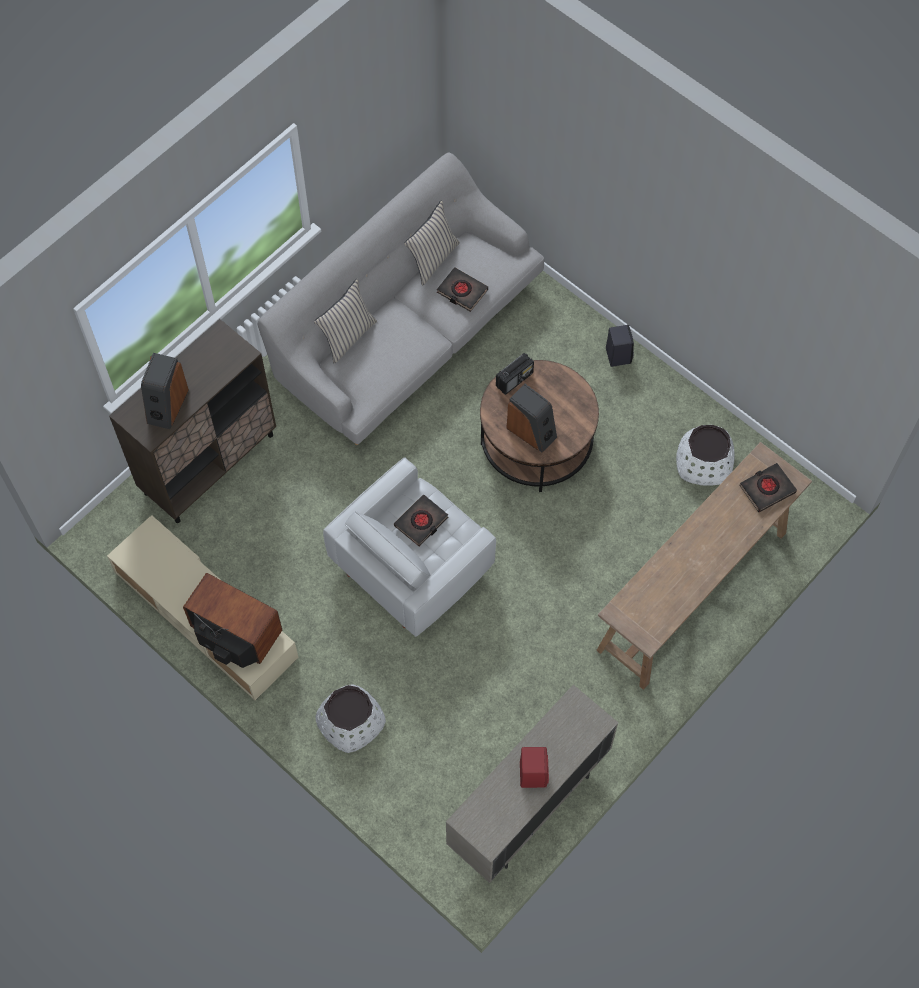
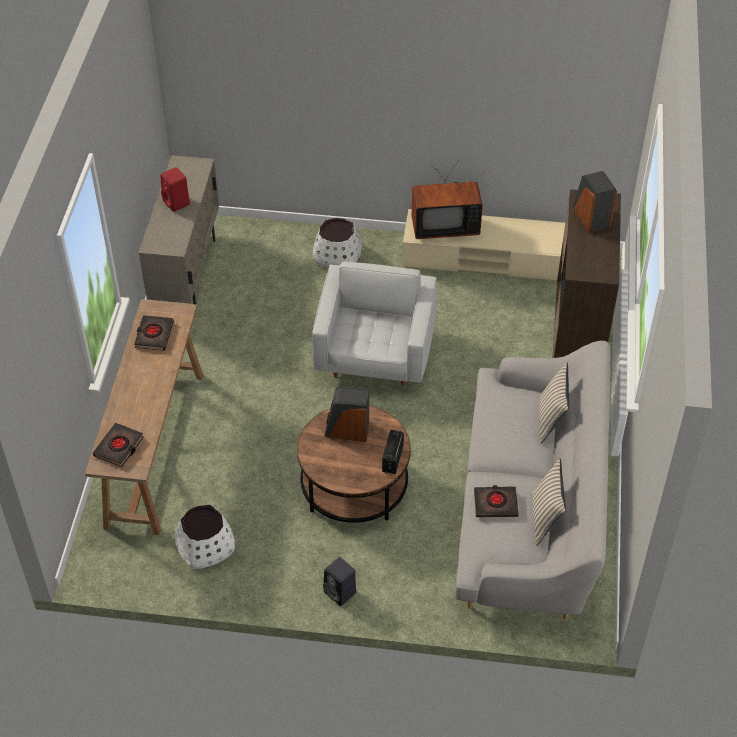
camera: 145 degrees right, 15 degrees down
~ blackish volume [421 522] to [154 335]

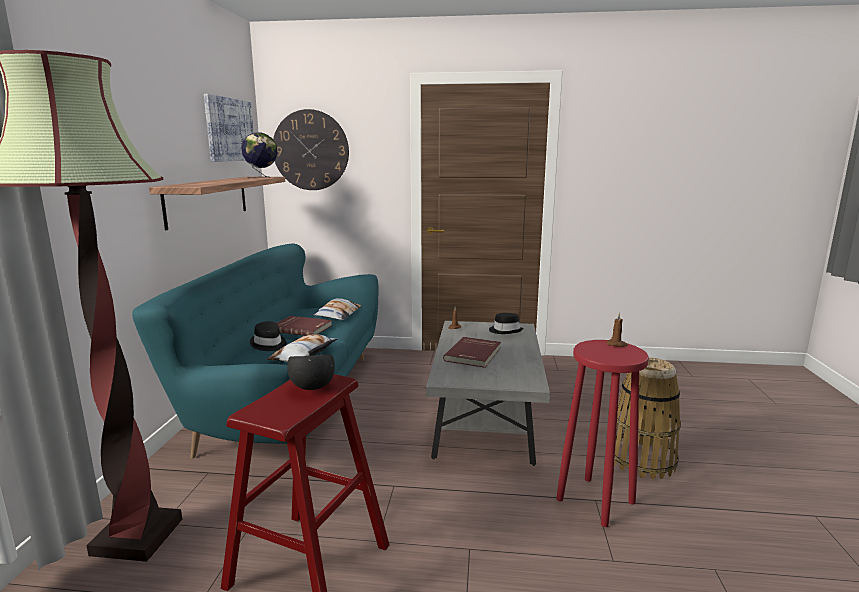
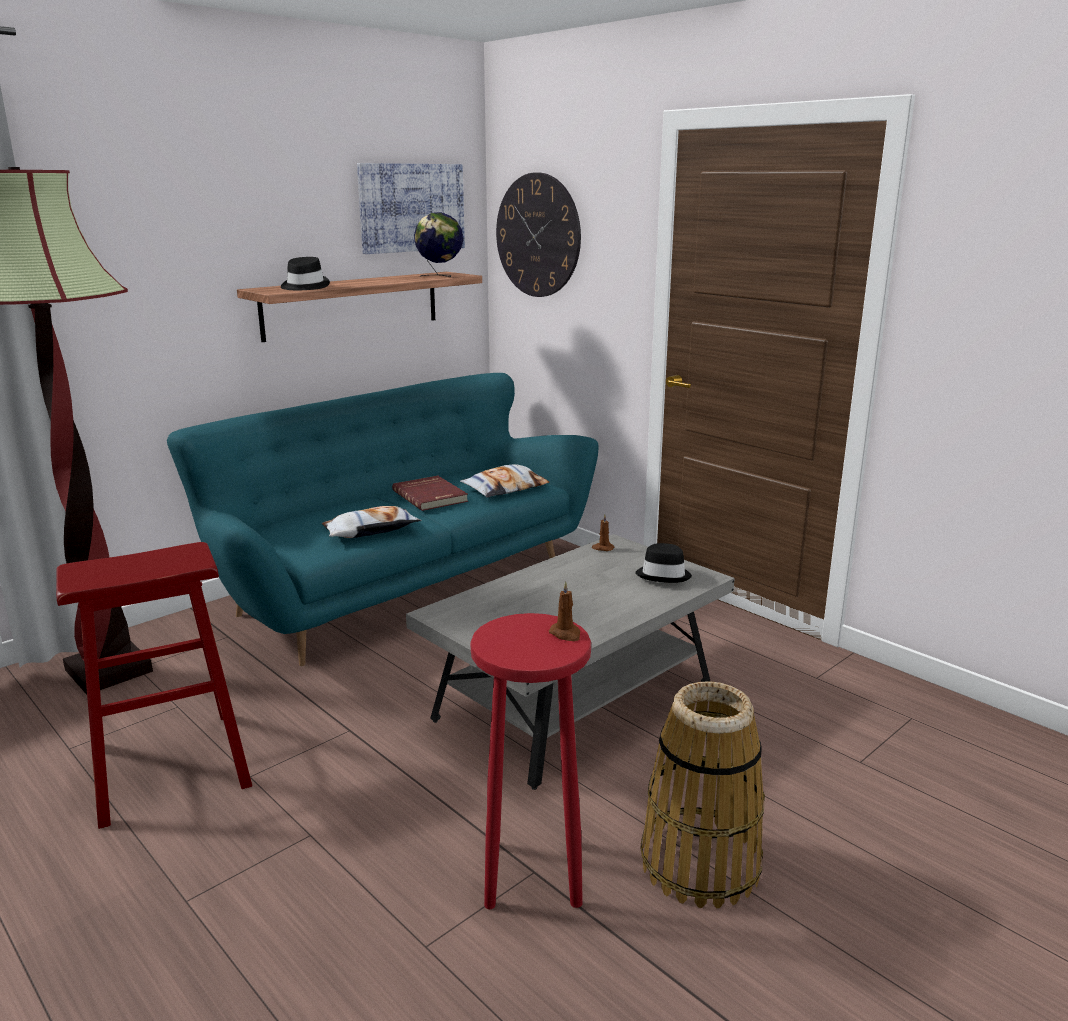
camera: 40 degrees right, 5 degrees up
- blackish deep dish [312 388]
- red-coloured volume [474 354]
~ blackish hat [268 344] to [304 287]

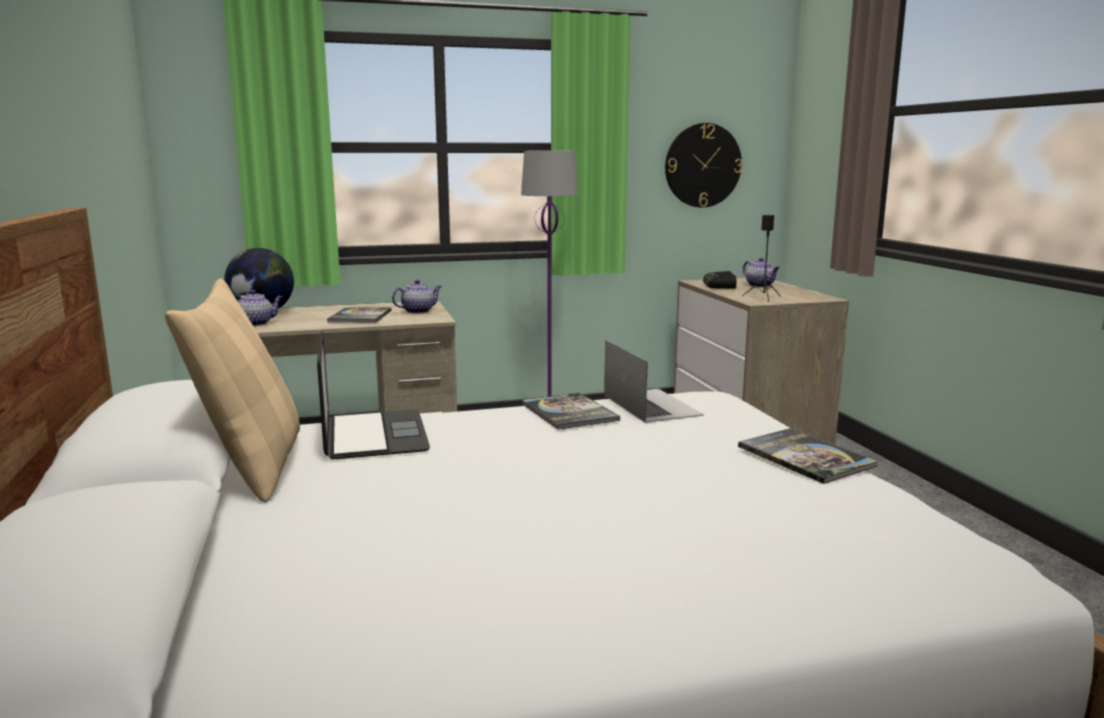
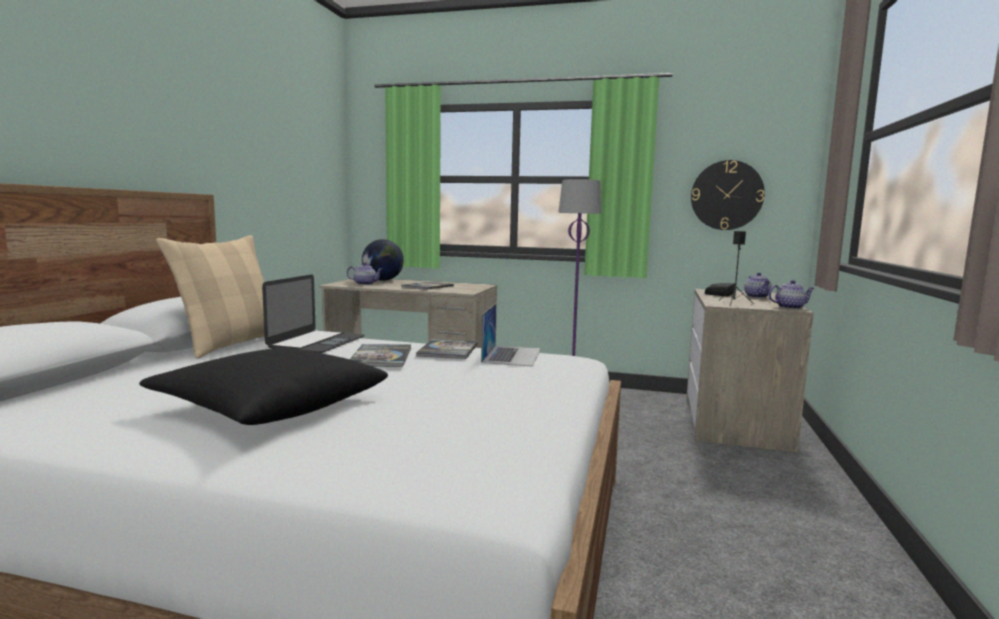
camera: 30 degrees right, 5 degrees down
+ blackish pillow [270 404]
~ tea pot [418 311] to [790 307]
~ volume [805 457] to [381 357]

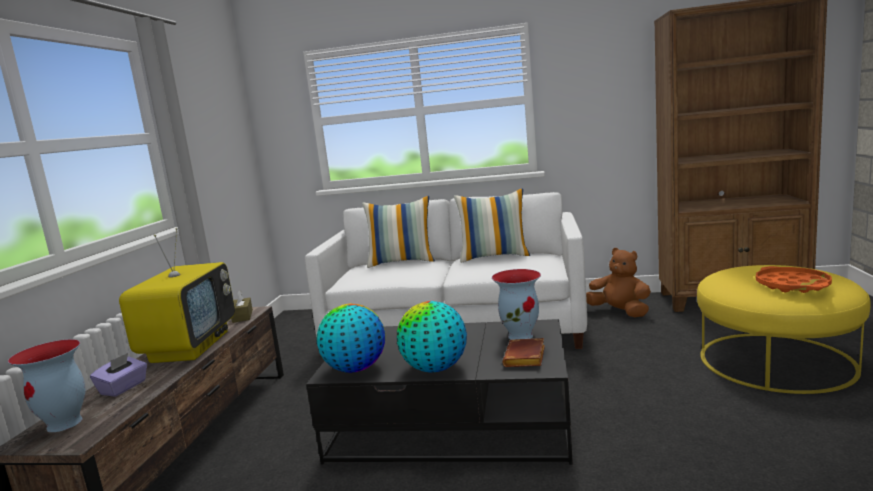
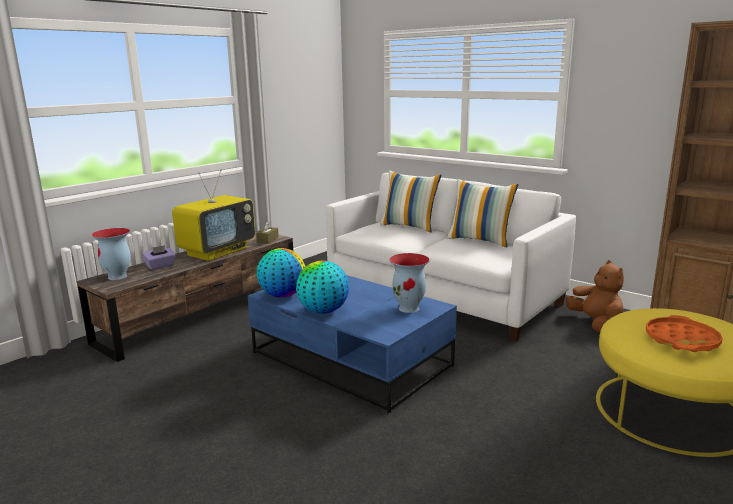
camera: 30 degrees right, 5 degrees up
- brown-coloured volume [526 358]
~ blackish lounge table [453 424] to blue-coloured lounge table [352 359]

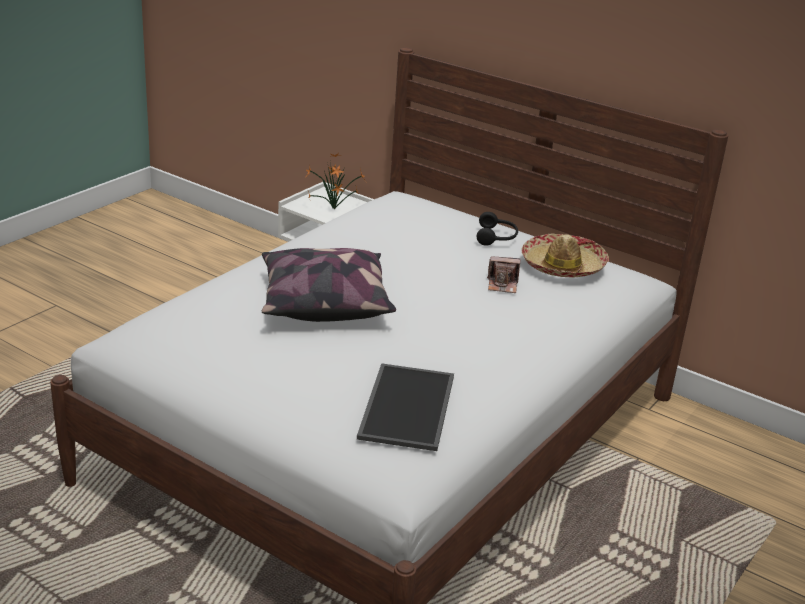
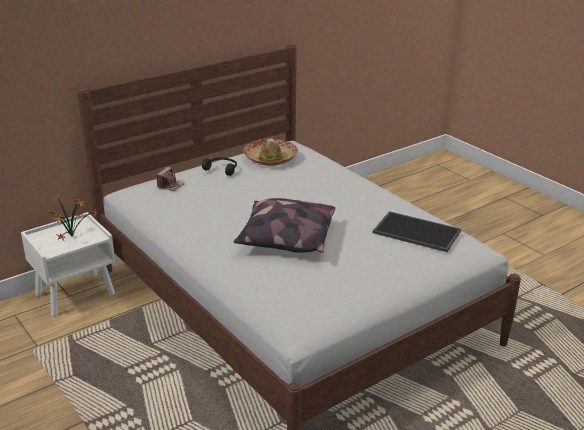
camera: 70 degrees left, 0 degrees up
~ still camera [502 285] to [170 186]

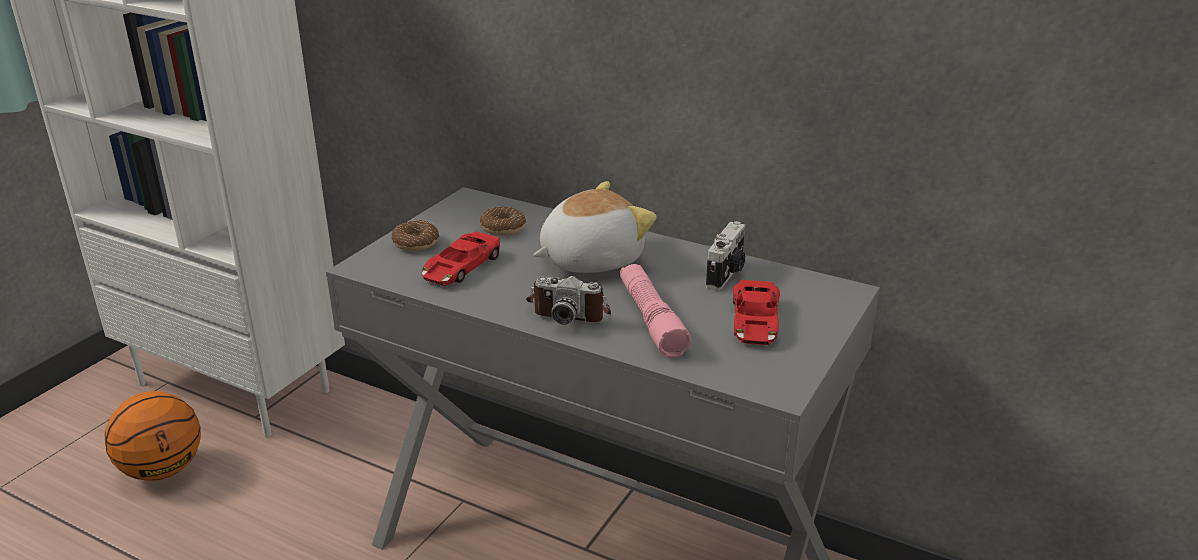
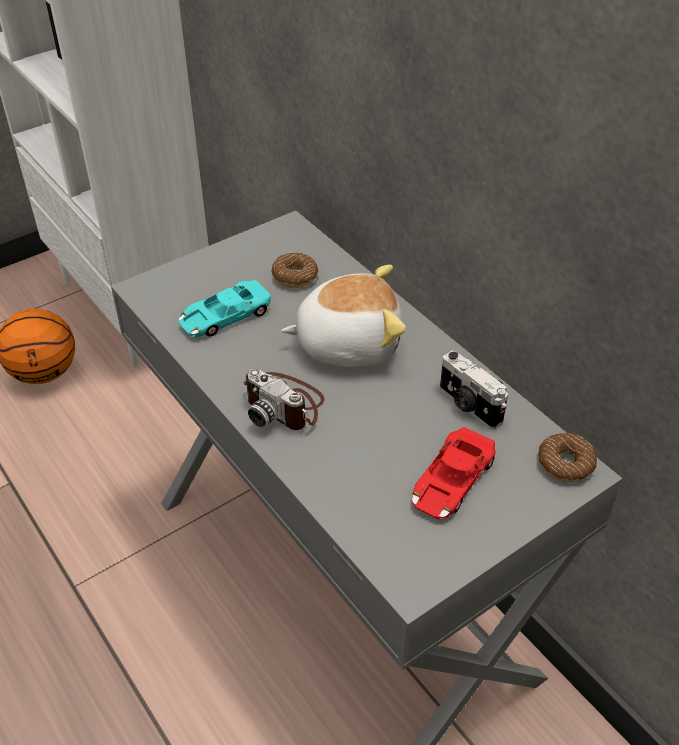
camera: 25 degrees right, 15 degrees up
- pink flashlight [651 319]
~ doughnut [415 243] to [565 463]
~ red-coloured miniature car [461 267] to blue-green miniature car [224 316]
~ still camera [726 274] = [468 406] 90 degrees clockwise

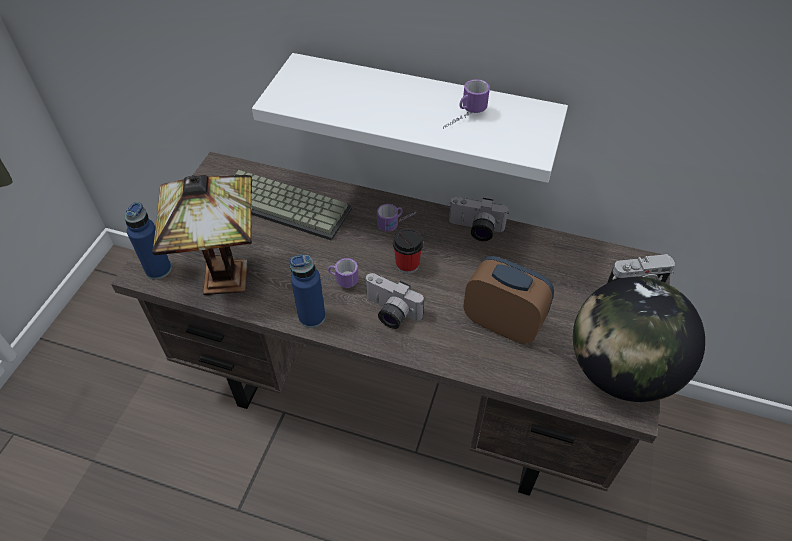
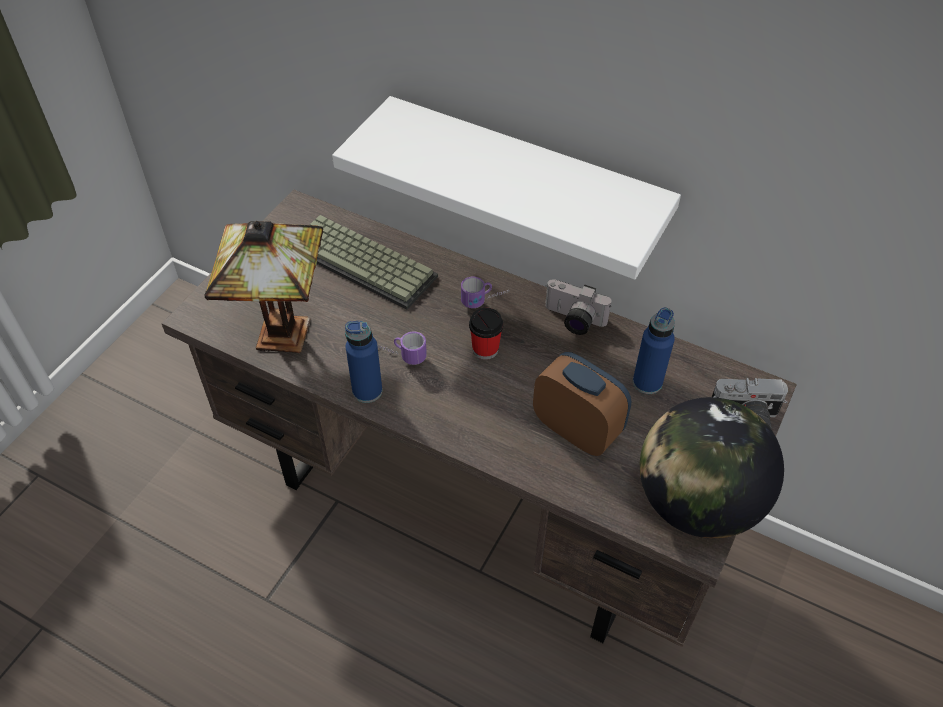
camera: 10 degrees right, 0 degrees up
- still camera [390 313]
- coffee mug [463 118]
~ blue-coloured beverage bottle [158 269] to [647 382]

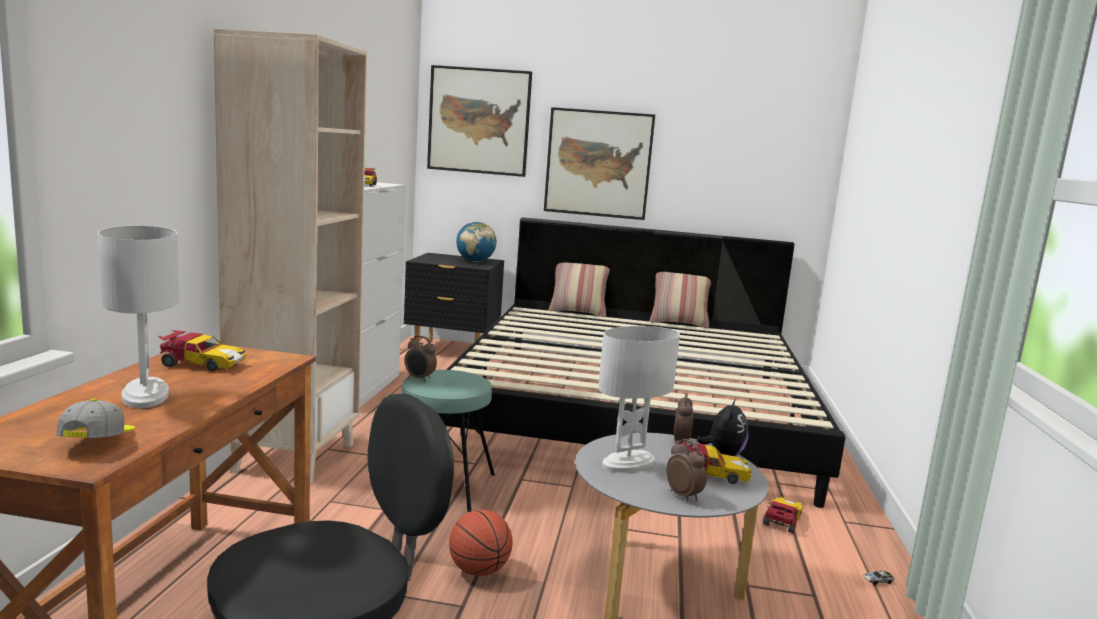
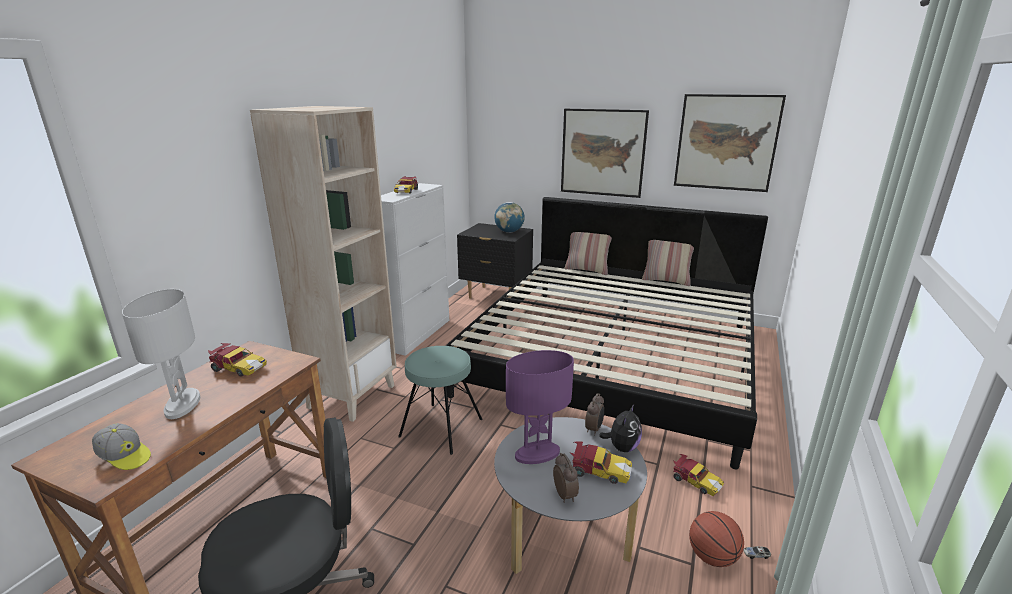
camera: 15 degrees right, 10 degrees up
- bedside clock [419 378]
~ picture [479 121] to [726 142]
~ basketball ball [479 570] to [712 557]
~ white tabletop lamp [628 463] to purple-coloured tabletop lamp [537 454]
~ cap [99 441] = [125 456] 105 degrees clockwise
~ miniature car [782 521] = [695 481] 90 degrees clockwise

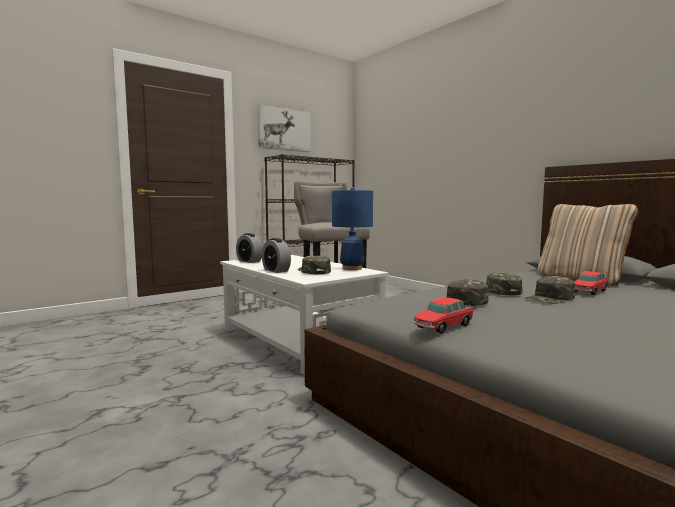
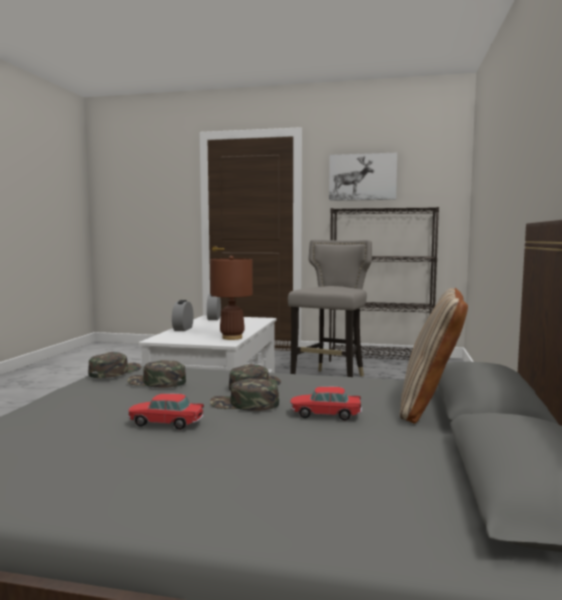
camera: 50 degrees right, 0 degrees up
~ green cap [313 271] to [114 372]
~ miniature car [443 326] to [165 423]
~ blue-coloured tabletop lamp [352 268] to brown-coloured tabletop lamp [232 338]

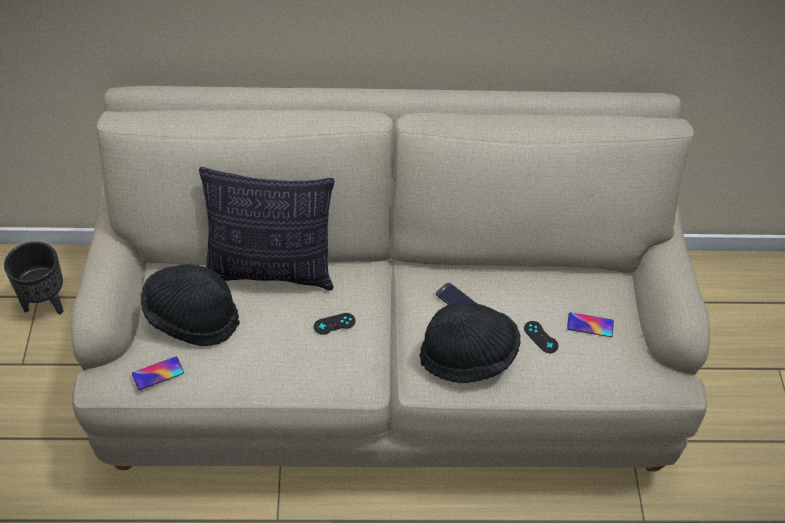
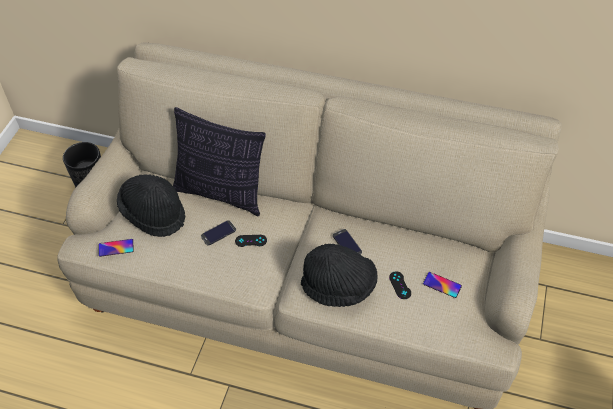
camera: 20 degrees right, 0 degrees up
+ phone [218 233]

